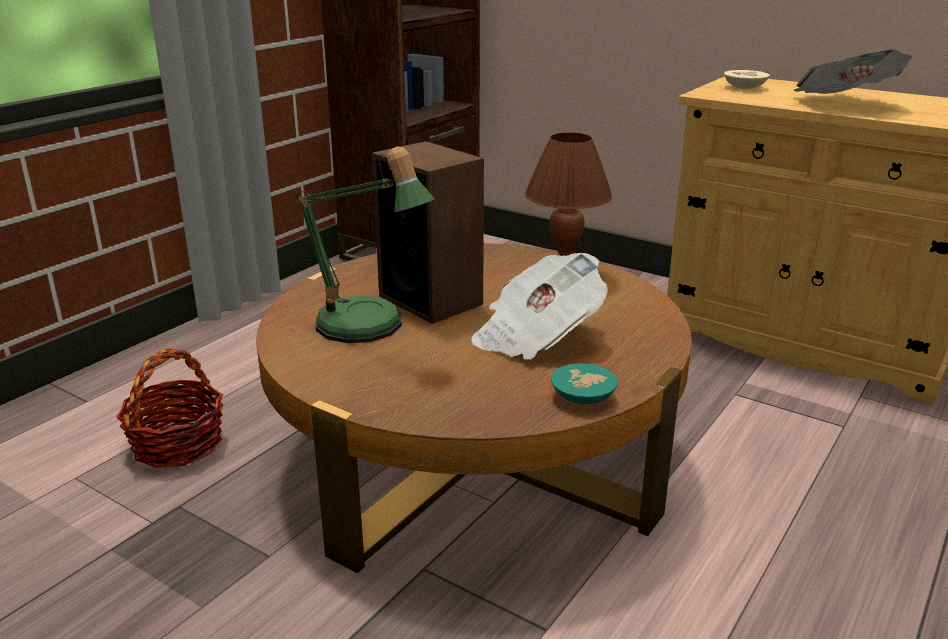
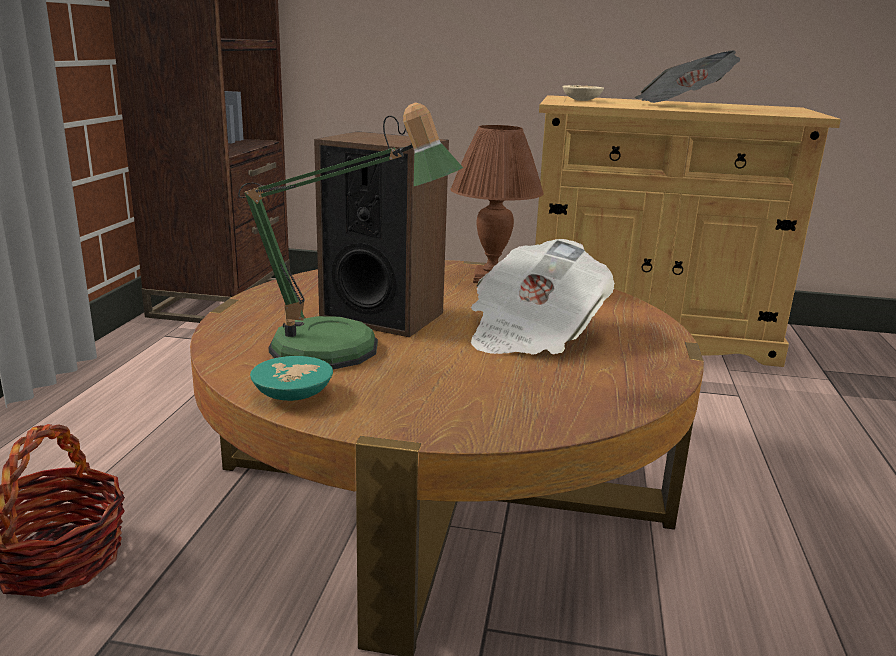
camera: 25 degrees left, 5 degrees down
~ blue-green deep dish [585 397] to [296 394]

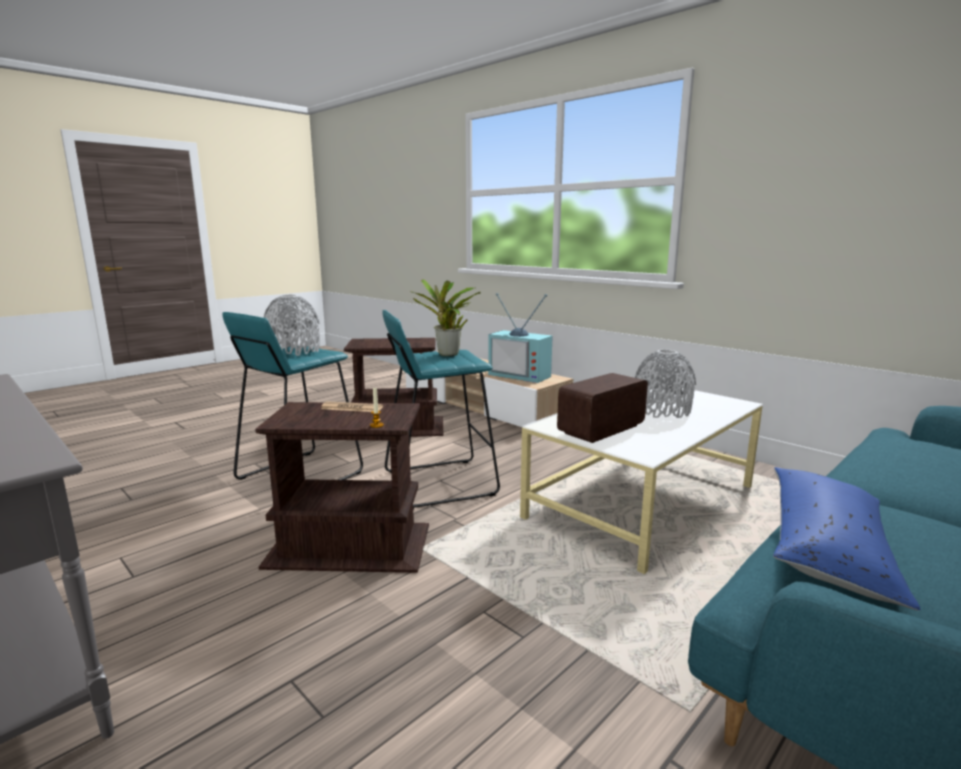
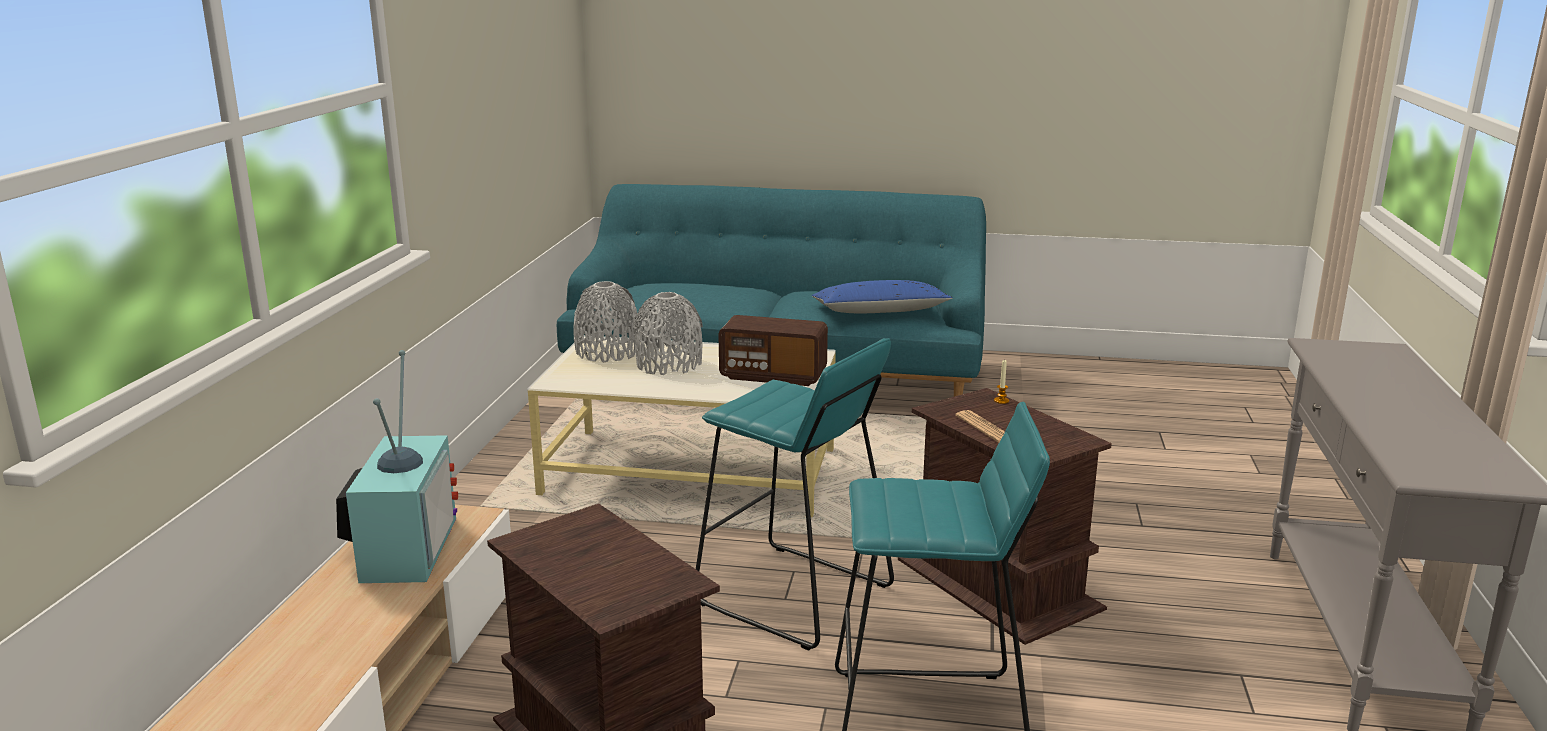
camera: 125 degrees left, 5 degrees up
- plant in a pot [447 355]
~ gray flower vase [293 351] to [608 352]

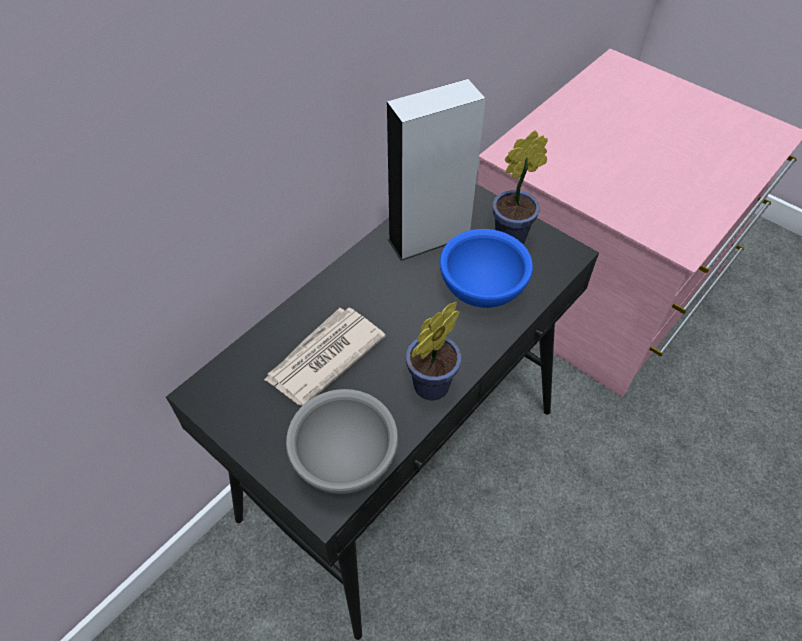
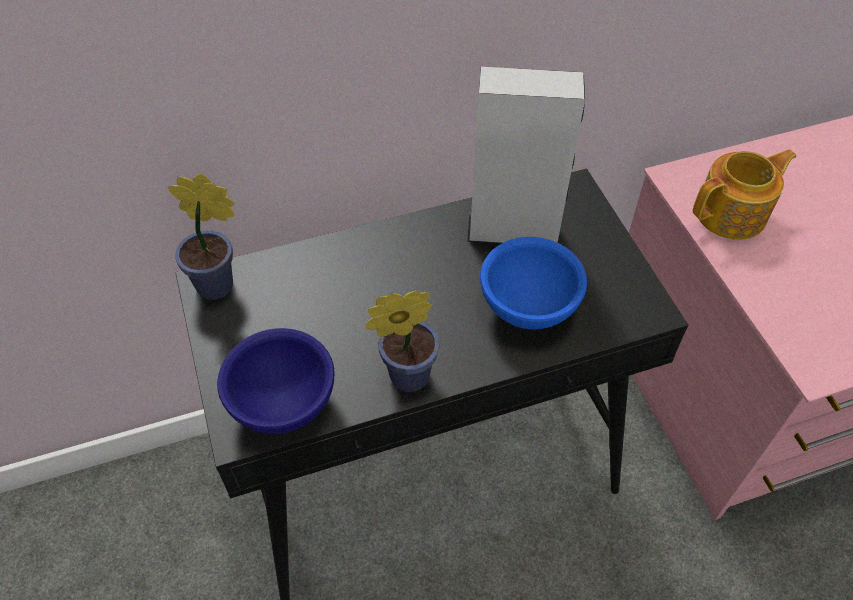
camera: 30 degrees right, 0 degrees up
- printed paper [323 358]
+ tea pot [732 214]
~ plant in a pot [514 237] to [220 286]
~ gray deep dish [343 460] to blue-coloured deep dish [281 403]

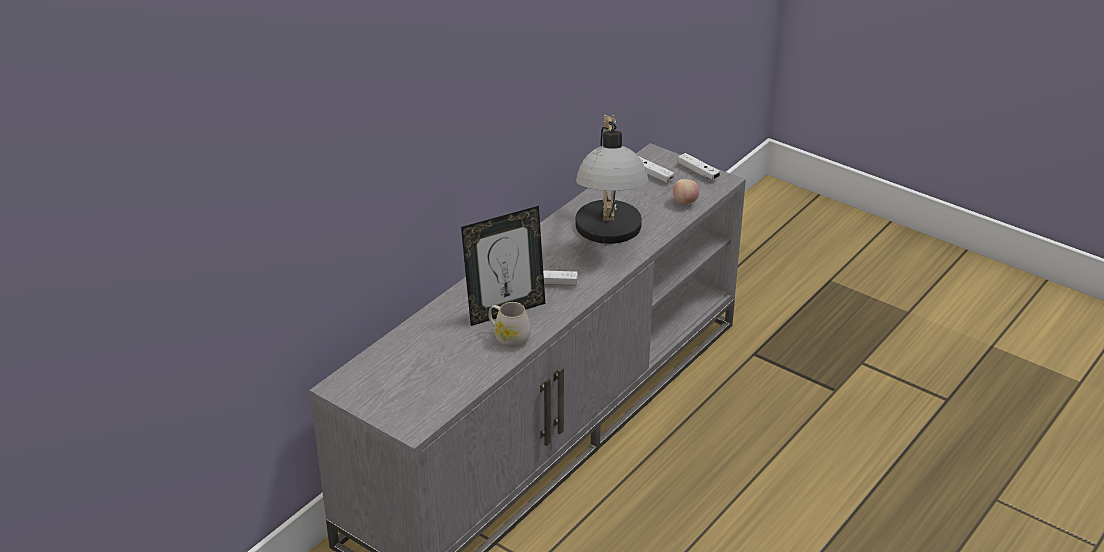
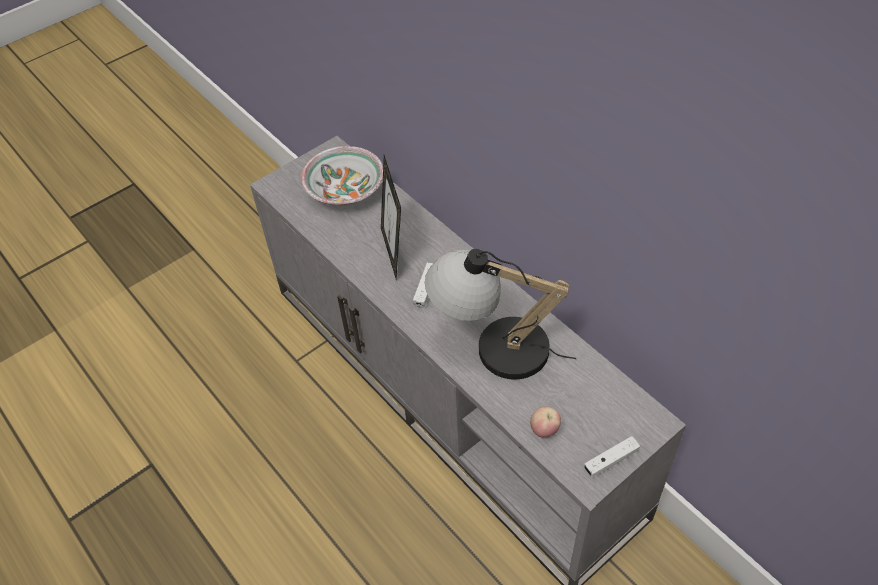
camera: 105 degrees right, 15 degrees up
- white coffee mug [508 337]
- white game controller [652 174]
+ deep dish [346 191]

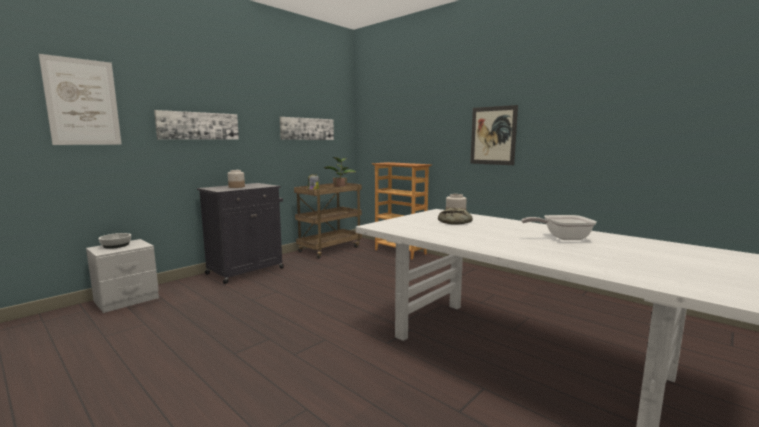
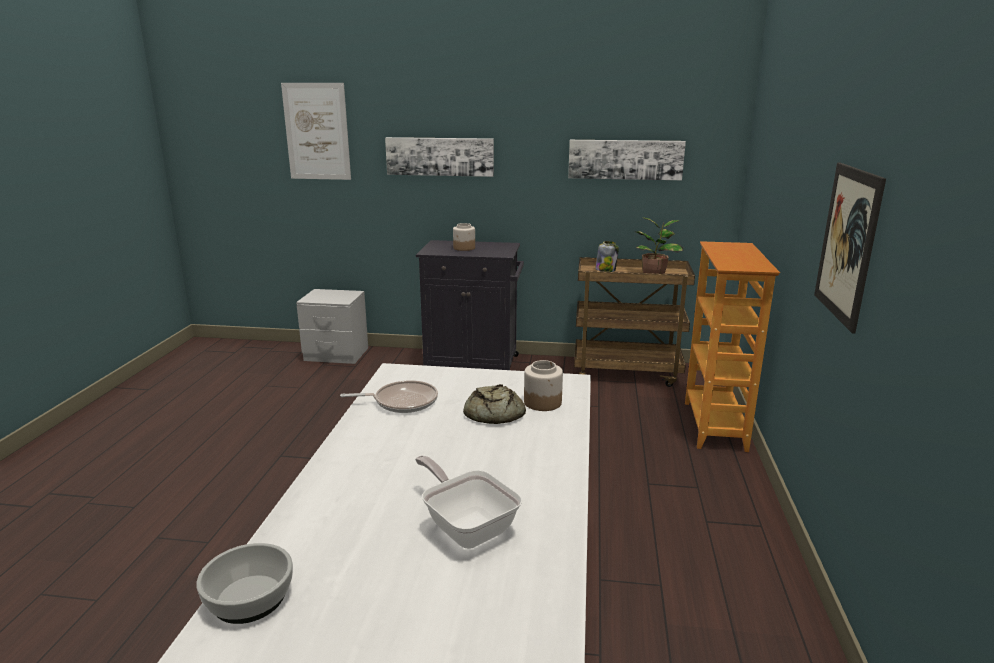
camera: 55 degrees right, 10 degrees up
+ frying pan [402 402]
~ deep dish [116 245] to [248 598]

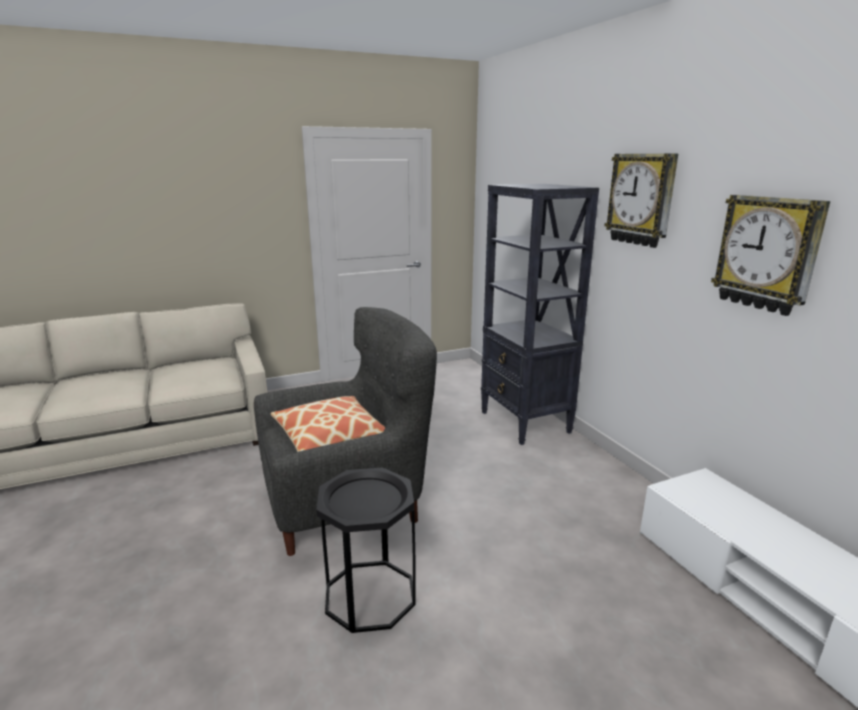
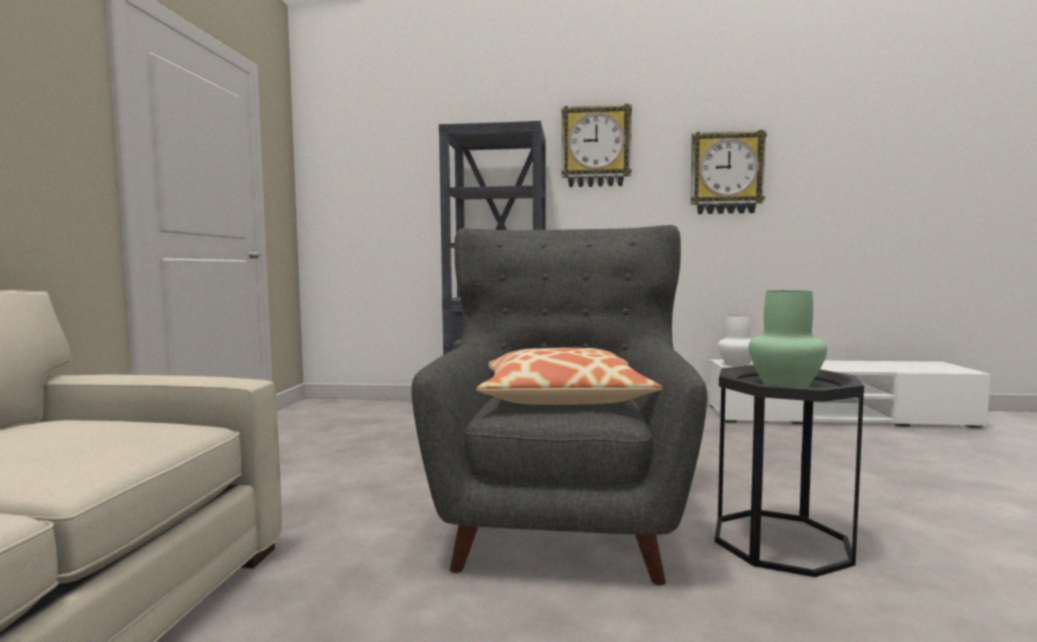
camera: 60 degrees left, 15 degrees down
+ white flower vase [737 364]
+ green flower vase [786 385]

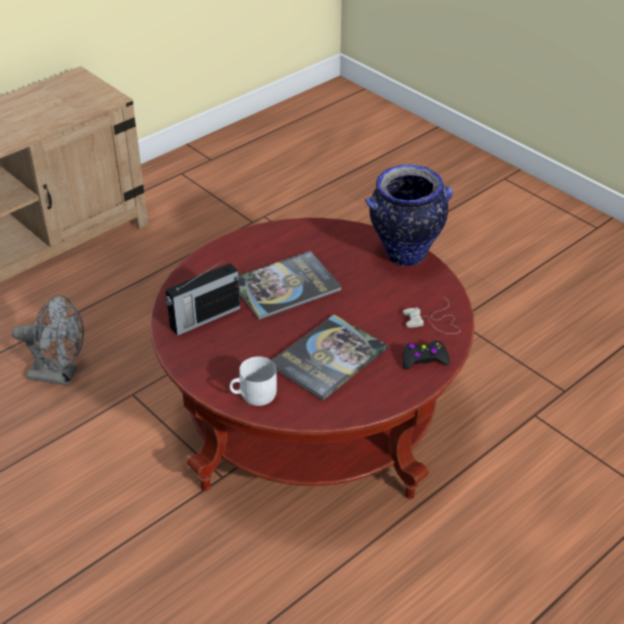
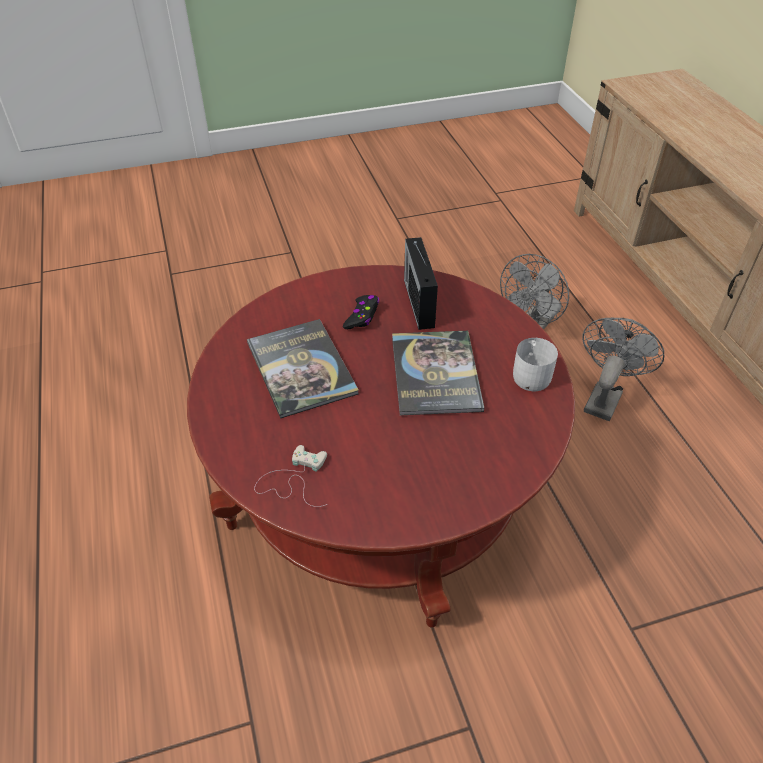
camera: 115 degrees right, 5 degrees up
- flower vase [404 255]
+ gray cooling fan [604 397]
~ white coffee mug [253 394] to [532 374]
~ blackish game controller [424 359] to [362 316]

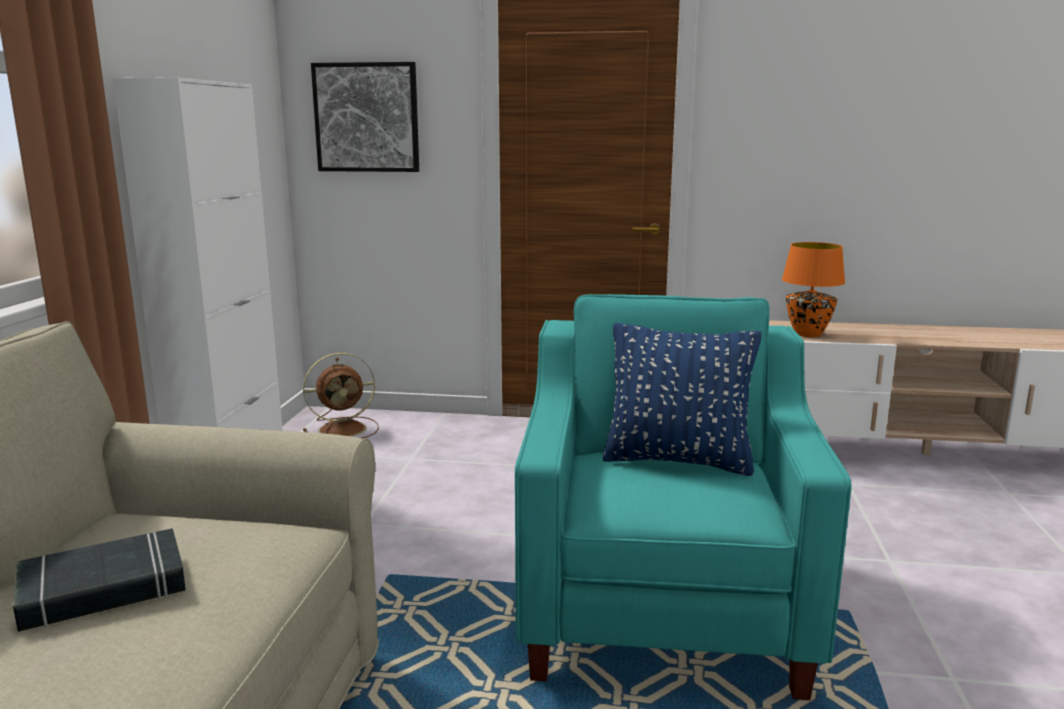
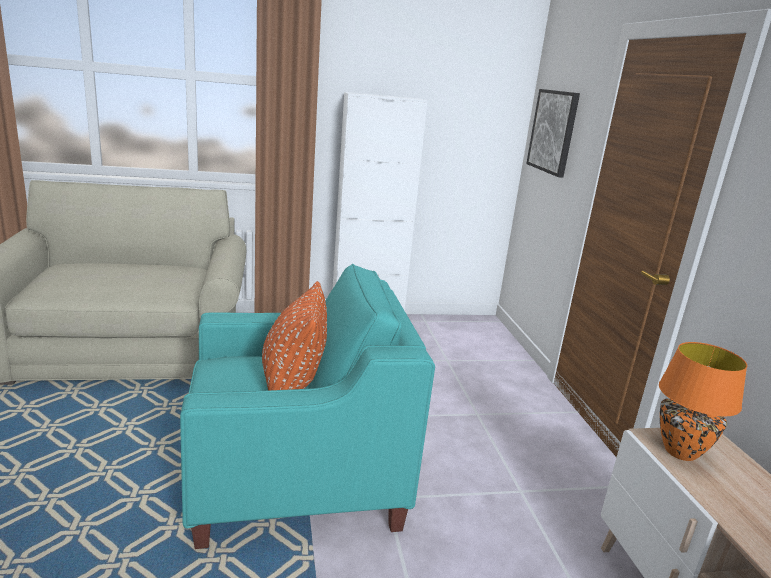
camera: 70 degrees right, 5 degrees up
- blackish volume [103 589]
- brown-coloured cooling fan [344 429]
~ blue-coloured pillow [677 461] to orangey pillow [293 384]

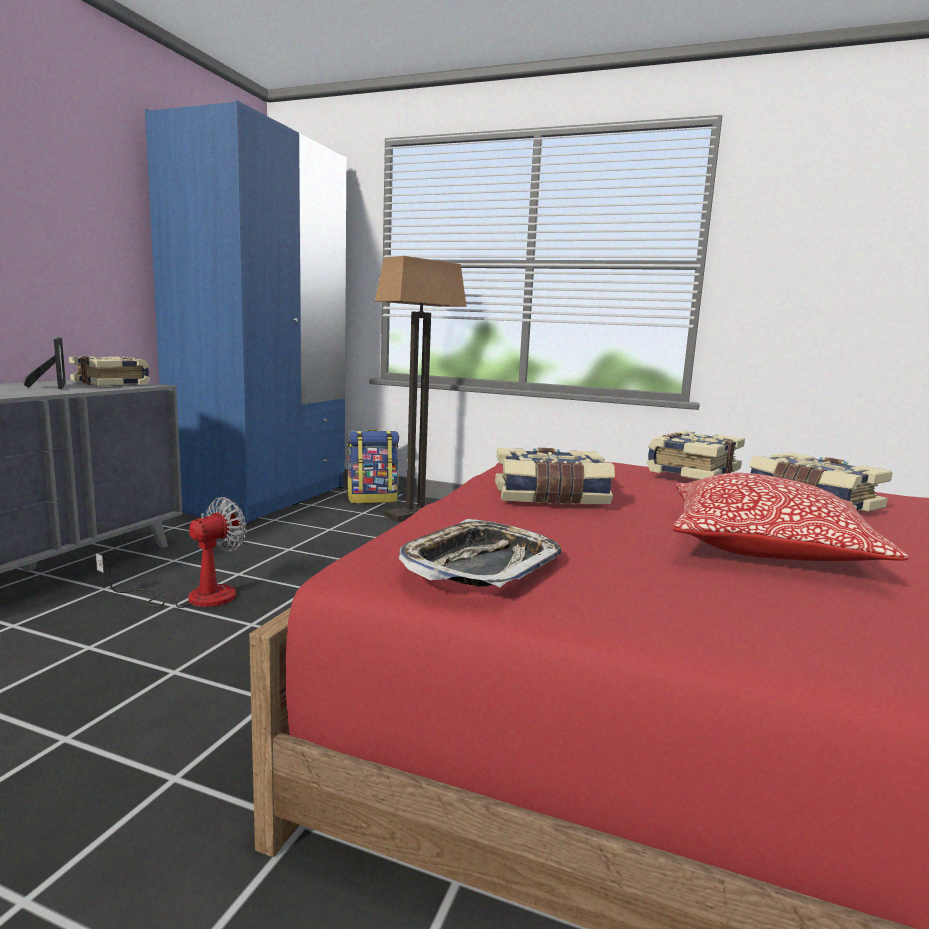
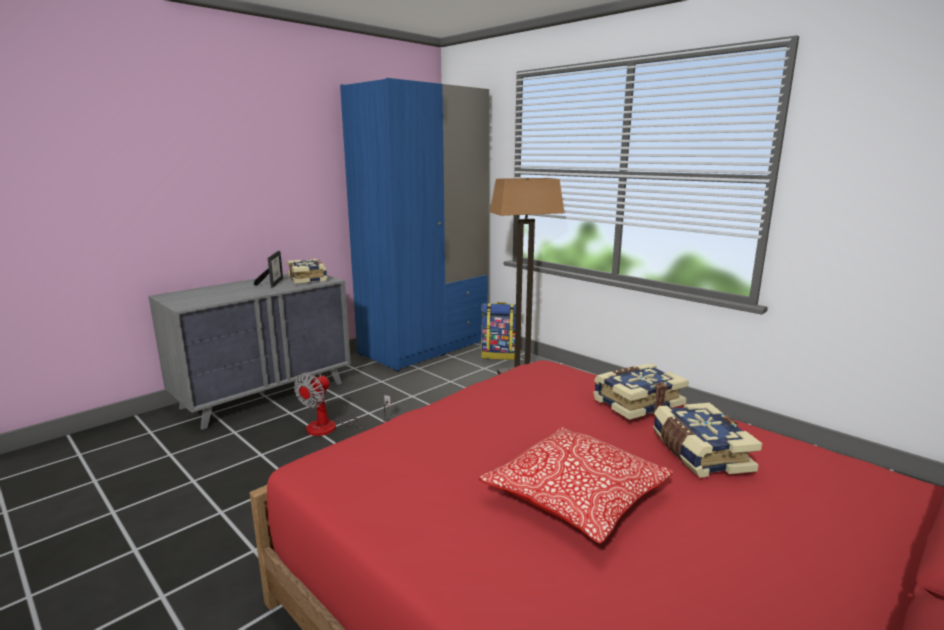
camera: 25 degrees right, 5 degrees up
- carrying tray [481 564]
- volume [550 496]
~ cooling fan [194 597] = [333 427] 150 degrees clockwise

